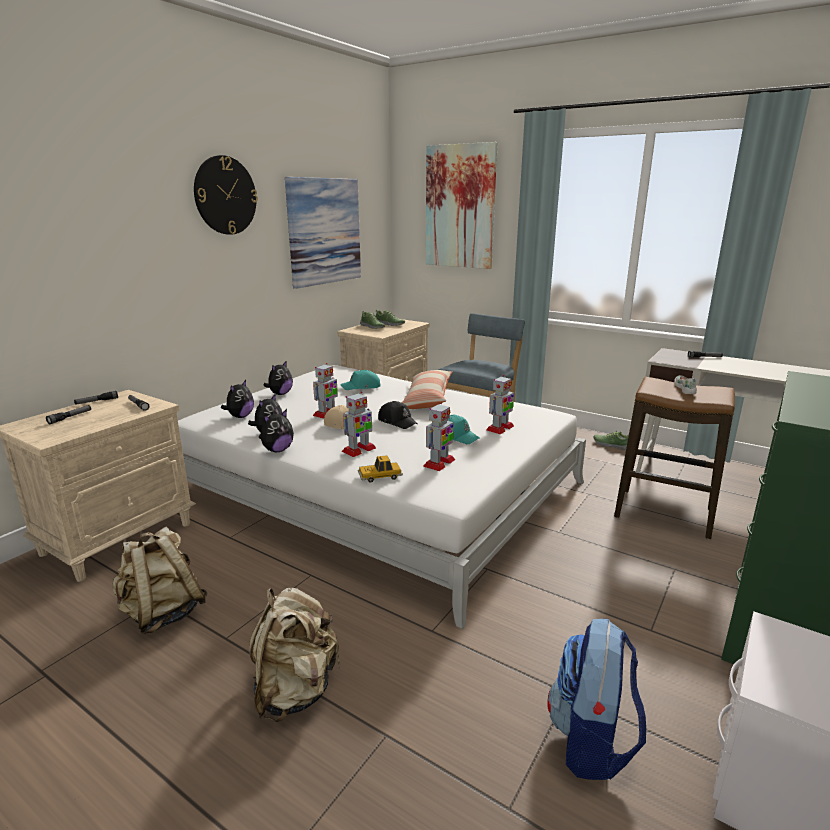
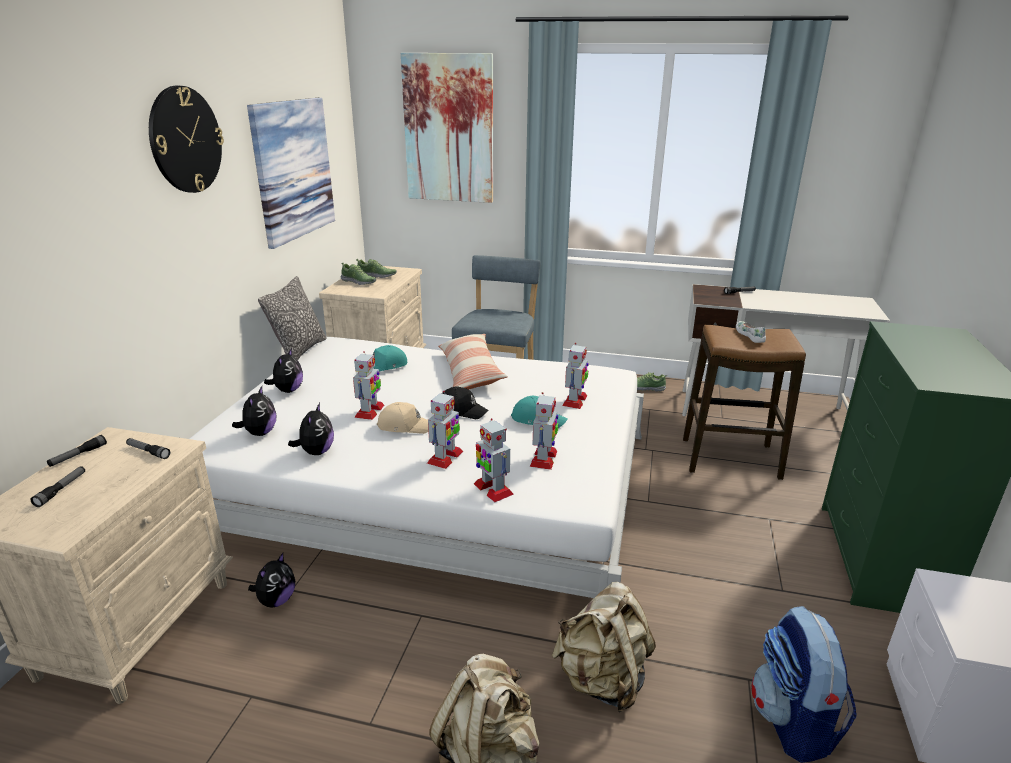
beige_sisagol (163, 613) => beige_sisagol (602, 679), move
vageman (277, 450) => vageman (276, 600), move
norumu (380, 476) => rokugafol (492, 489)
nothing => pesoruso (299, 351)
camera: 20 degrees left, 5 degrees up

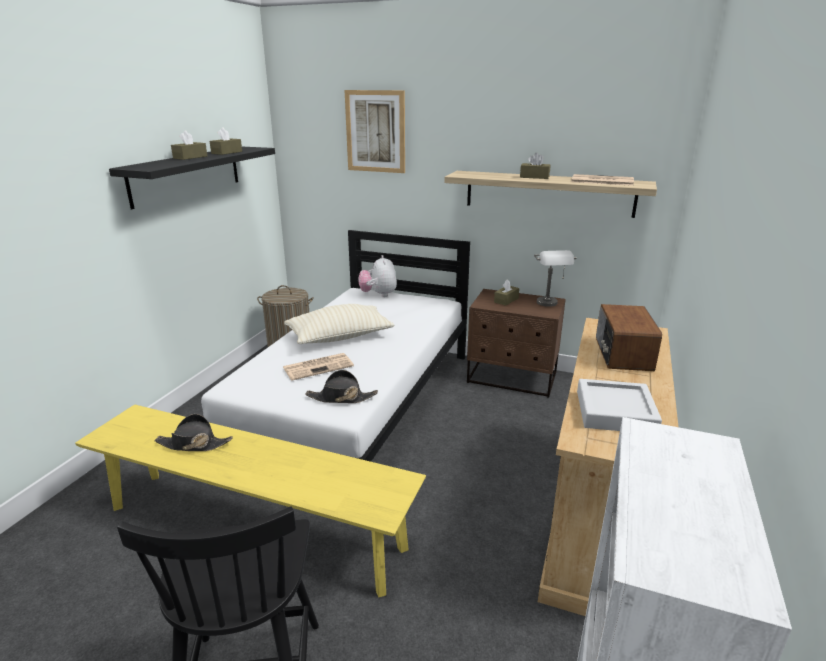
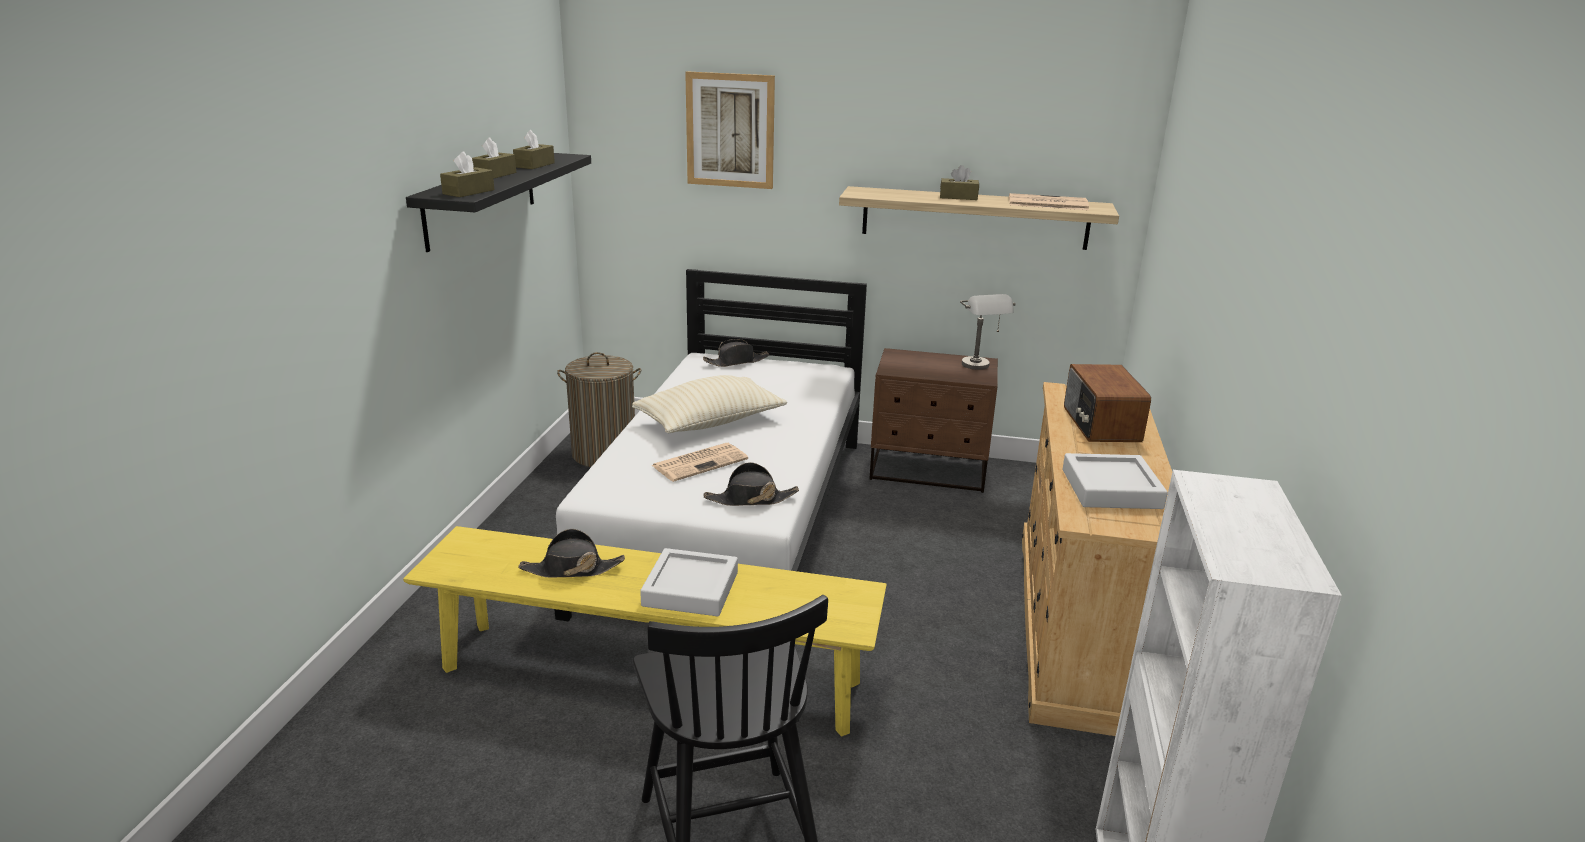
vageman (378, 294) => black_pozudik (736, 361)
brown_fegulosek (506, 300) => brown_fegulosek (468, 192), move
nothing => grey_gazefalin (690, 589)
camera: 10 degrees left, 0 degrees up

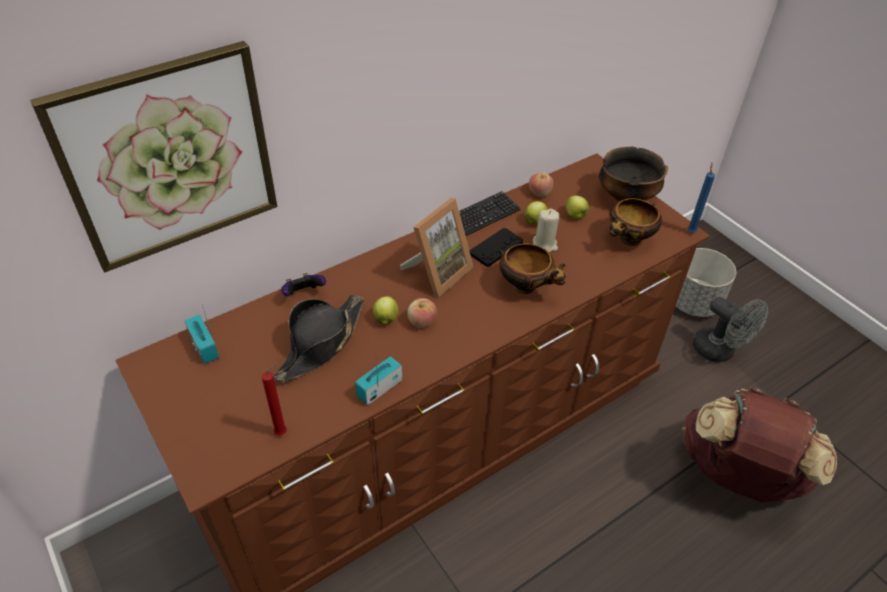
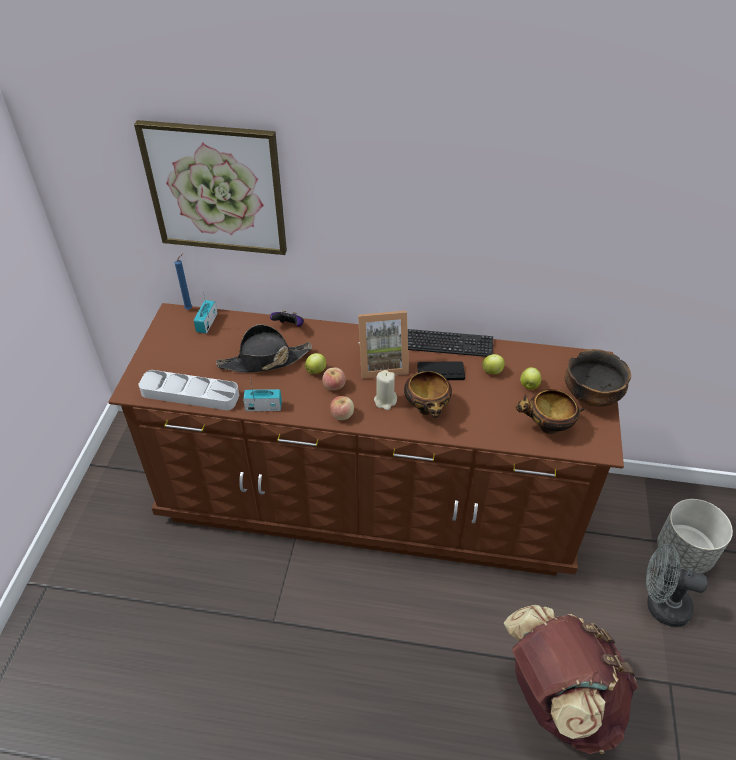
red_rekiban (283, 432) => grey_gazefalin (190, 394)
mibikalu (539, 193) => mibikalu (342, 415), move
beige_rekiban (545, 244) => beige_rekiban (385, 401), move
blue_rekiban (691, 231) => blue_rekiban (190, 309), move
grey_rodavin (719, 351) => grey_rodavin (660, 605), 105 degrees clockwise
camera: 45 degrees right, 0 degrees up

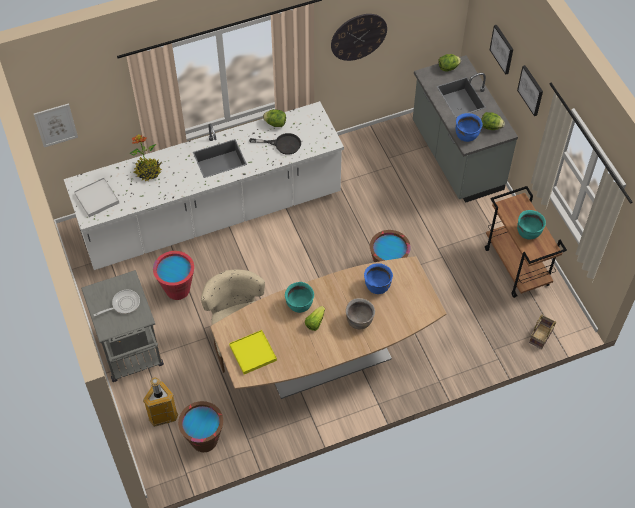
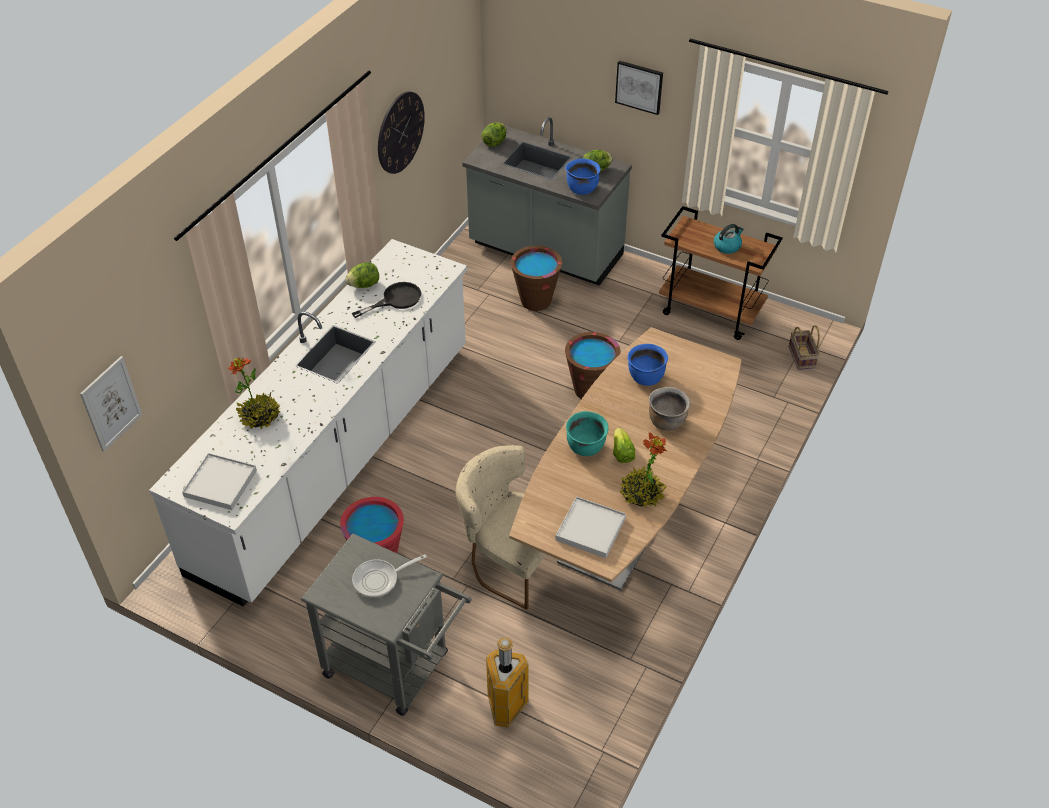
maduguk (123, 304) => maduguk (379, 580), 135 degrees counterclockwise
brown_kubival (204, 440) => brown_kubival (536, 300), move
yellow_gazefalin (253, 353) => white_gazefalin (590, 529)
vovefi (502, 49) => nothing
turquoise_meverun (528, 232) => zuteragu (727, 246)
nothing => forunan (641, 494)
camera: 40 degrees left, 10 degrees down

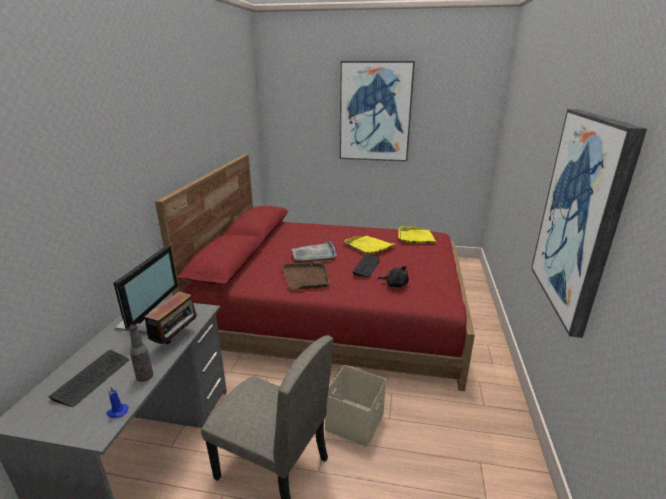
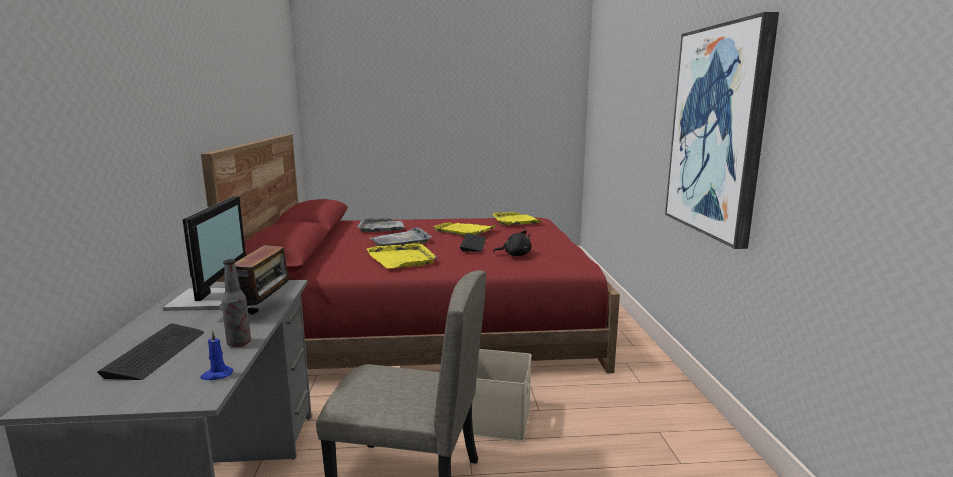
brown_gazefalin (306, 277) => yellow_gazefalin (402, 258)
vovefi (375, 112) => nothing
nothing => grey_gazefalin (382, 227)
camera: 15 degrees left, 10 degrees down

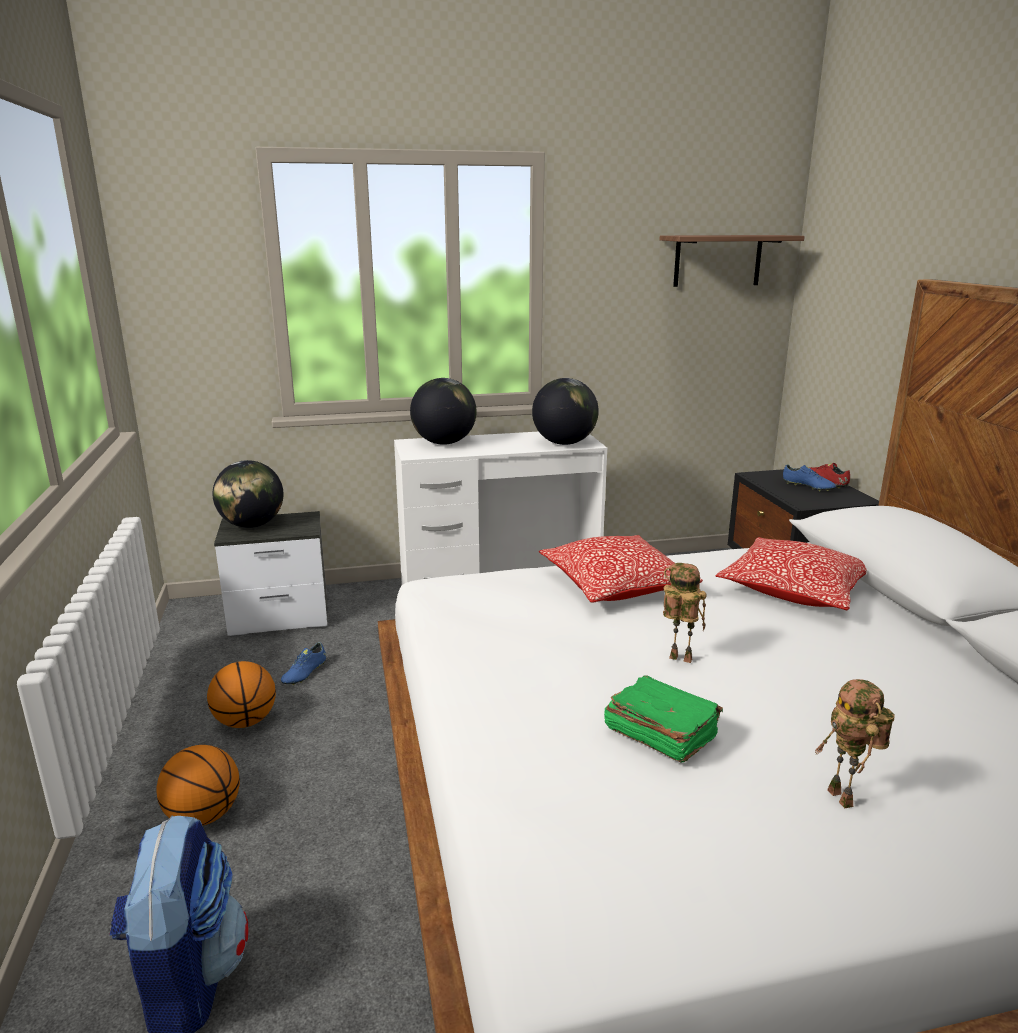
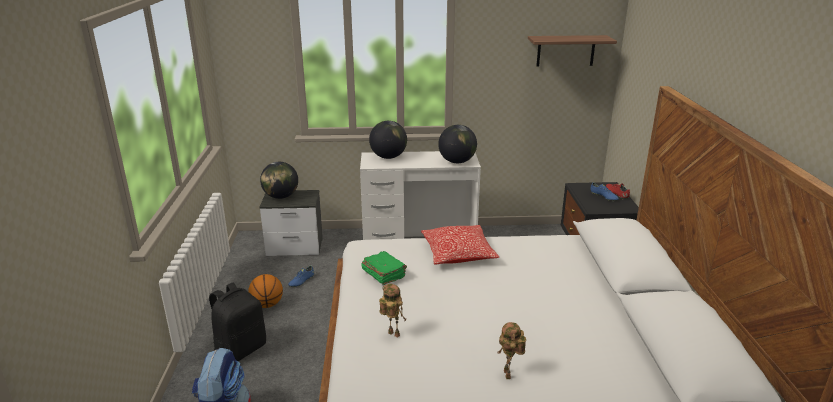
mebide (204, 815) => black_sisagol (241, 349)
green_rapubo (659, 733) => green_rapubo (383, 274), move
rokugafol (678, 659) => rokugafol (392, 334), move
pesoruso (795, 590) => nothing
camera: 10 degrees right, 5 degrees up

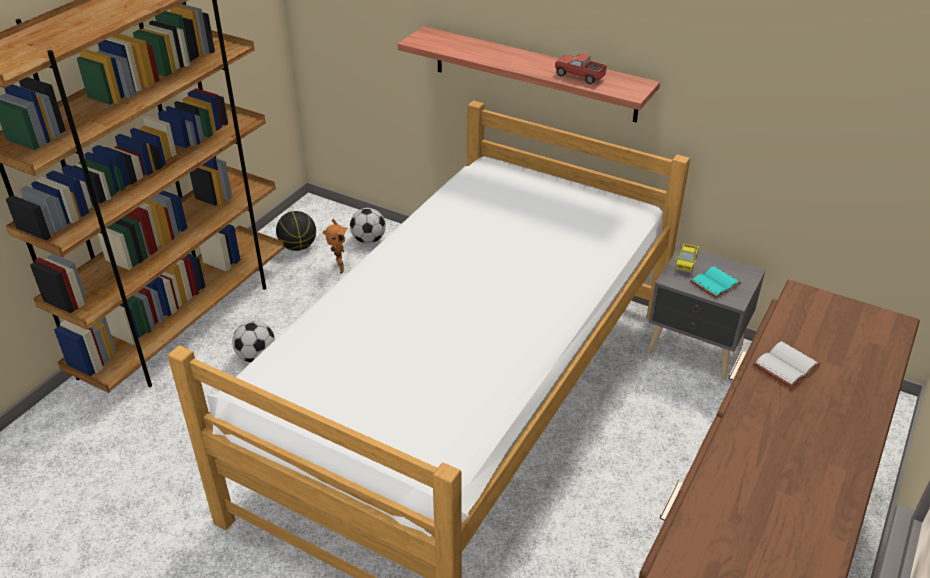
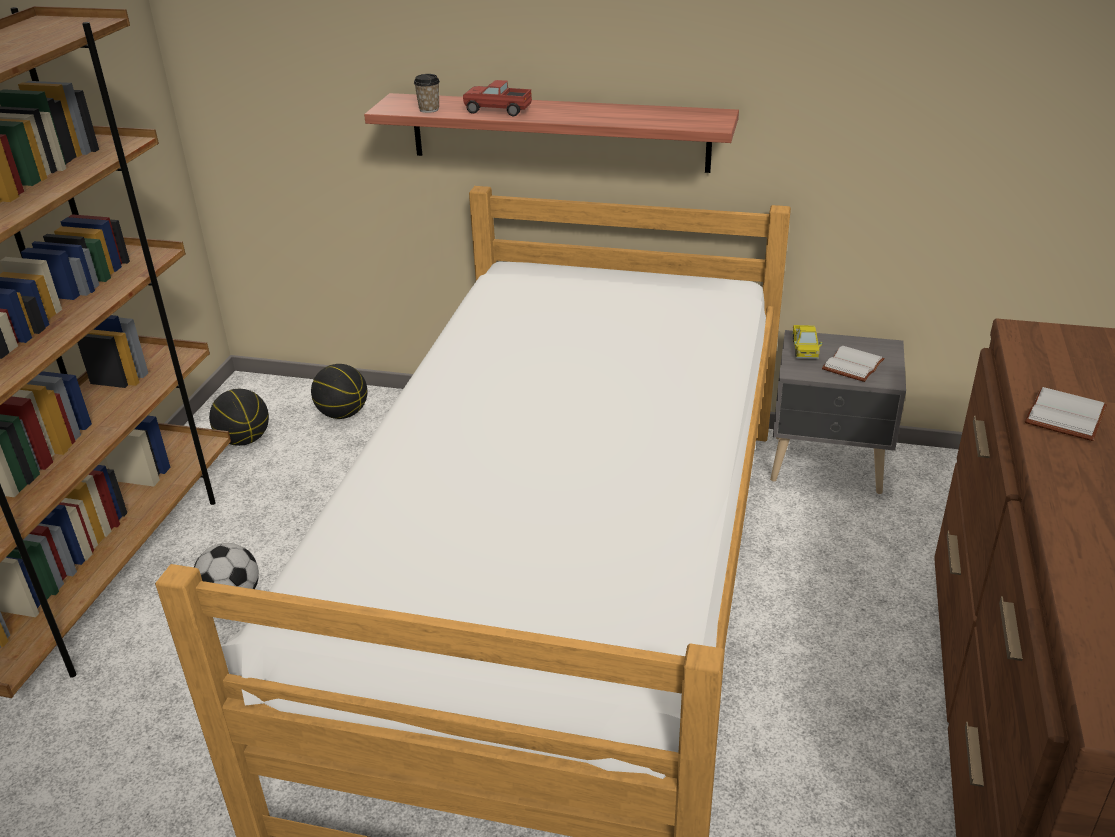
rokugafol (338, 269) => nothing
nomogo (368, 240) => mebide (343, 414)
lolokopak (579, 76) => lolokopak (498, 111), move
turquoise_rapubo (715, 284) => white_rapubo (854, 366)
nothing => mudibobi (429, 109)
camera: 15 degrees left, 5 degrees down

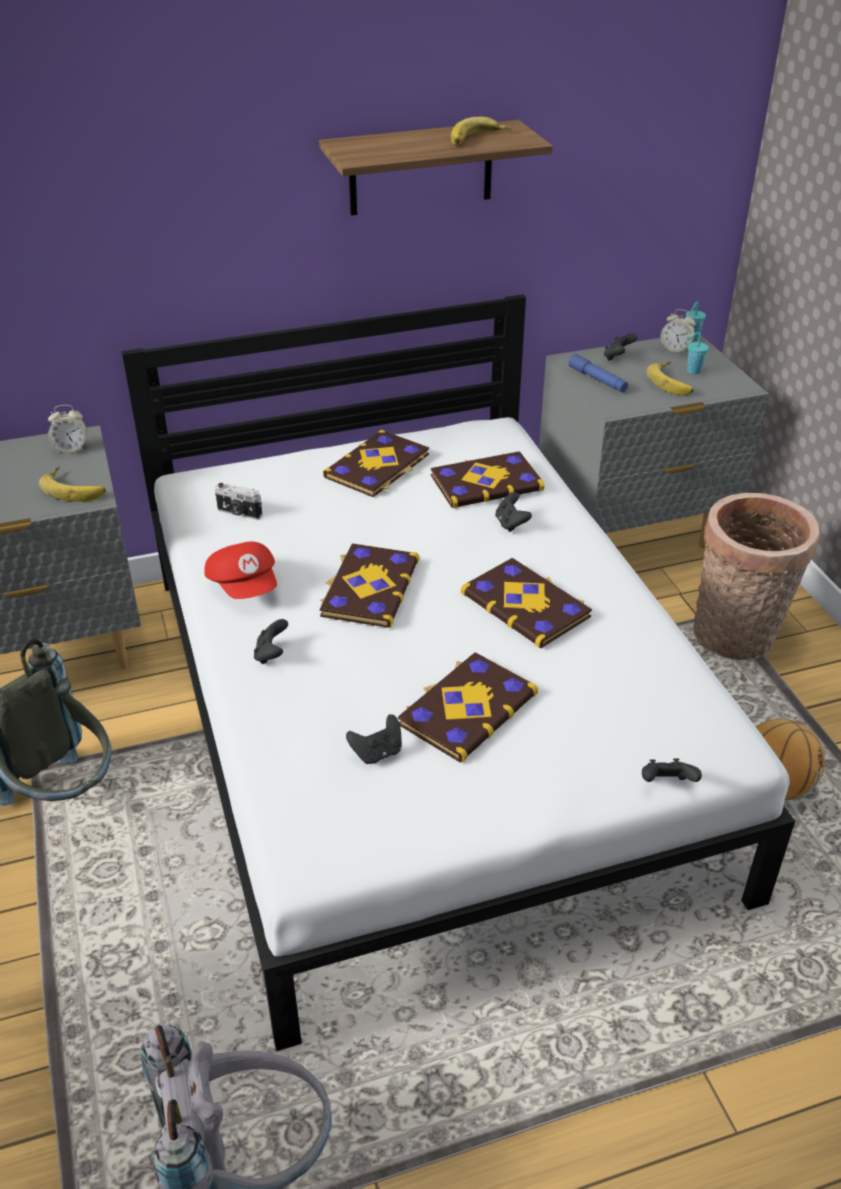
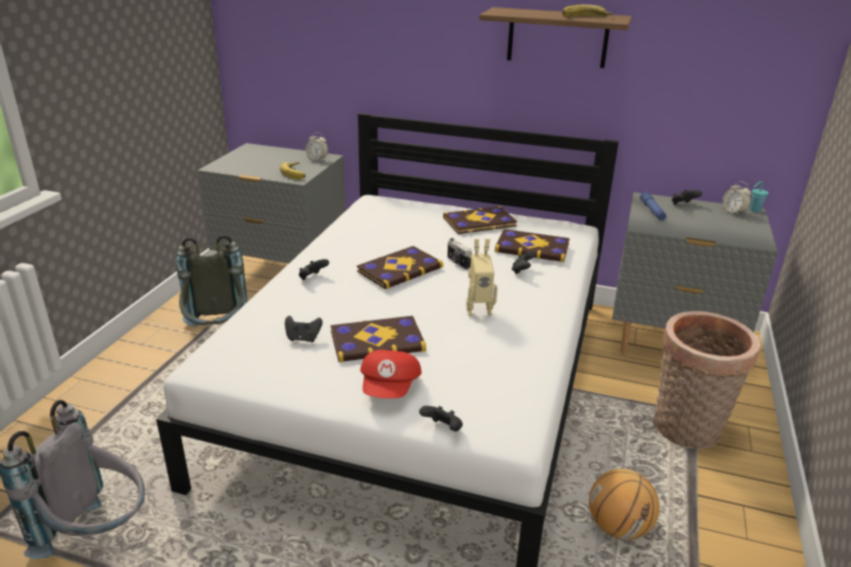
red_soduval (245, 586) => red_soduval (390, 388), move
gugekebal (239, 513) => gugekebal (458, 263), move
rapubo (526, 604) => rokugafol (478, 309)
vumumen (672, 382) => nothing
turquoise_mudibobi (693, 371) => nothing
camera: 35 degrees right, 10 degrees down

